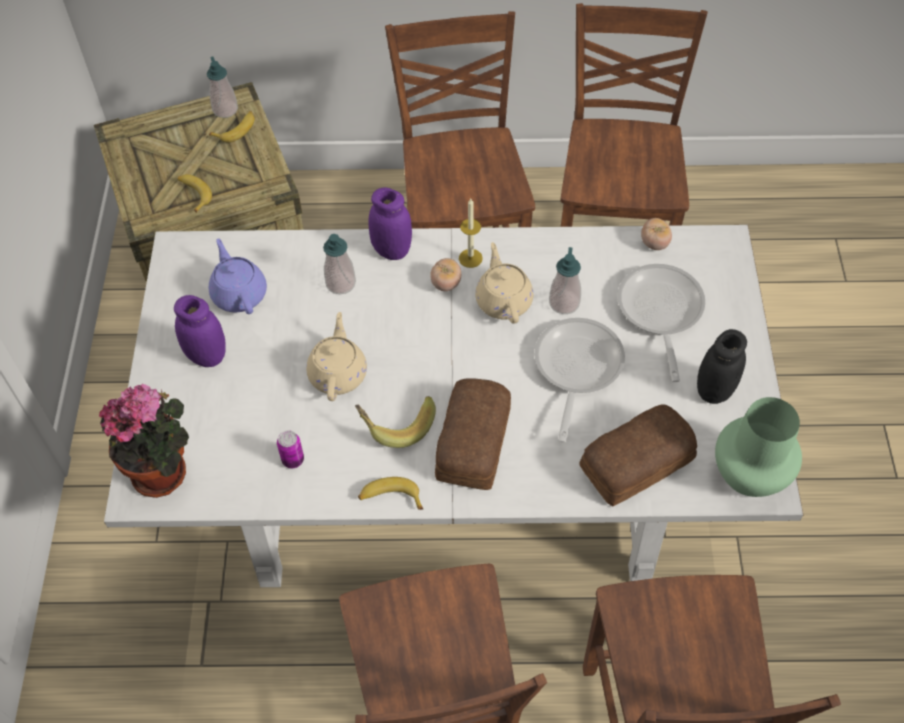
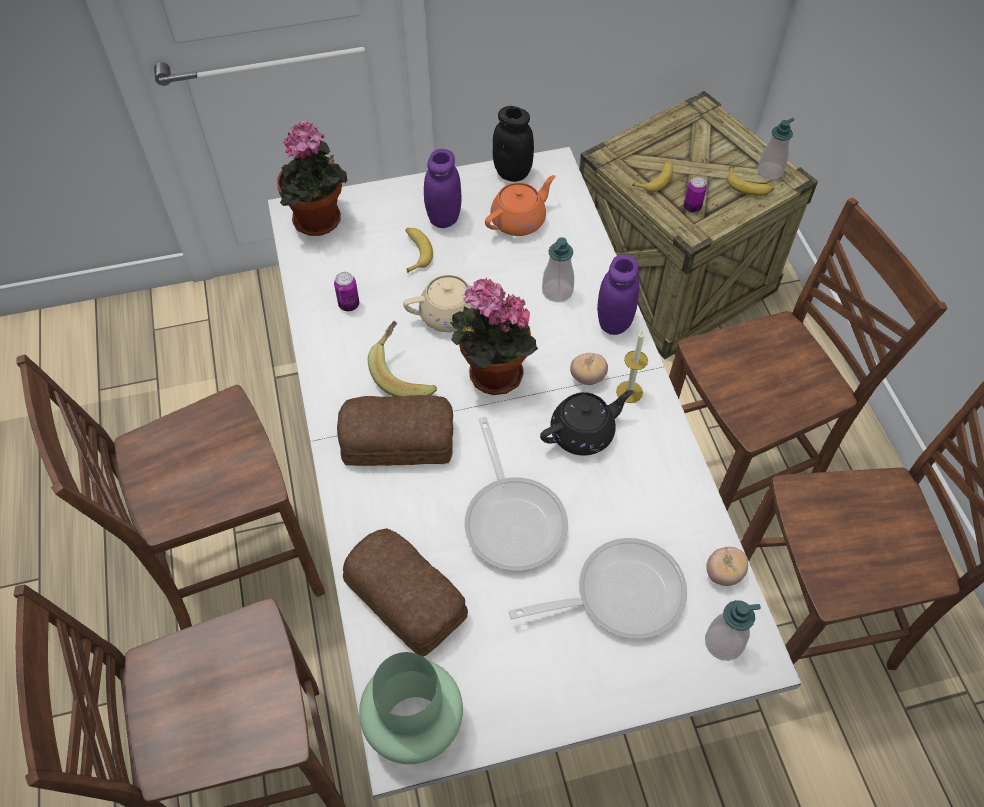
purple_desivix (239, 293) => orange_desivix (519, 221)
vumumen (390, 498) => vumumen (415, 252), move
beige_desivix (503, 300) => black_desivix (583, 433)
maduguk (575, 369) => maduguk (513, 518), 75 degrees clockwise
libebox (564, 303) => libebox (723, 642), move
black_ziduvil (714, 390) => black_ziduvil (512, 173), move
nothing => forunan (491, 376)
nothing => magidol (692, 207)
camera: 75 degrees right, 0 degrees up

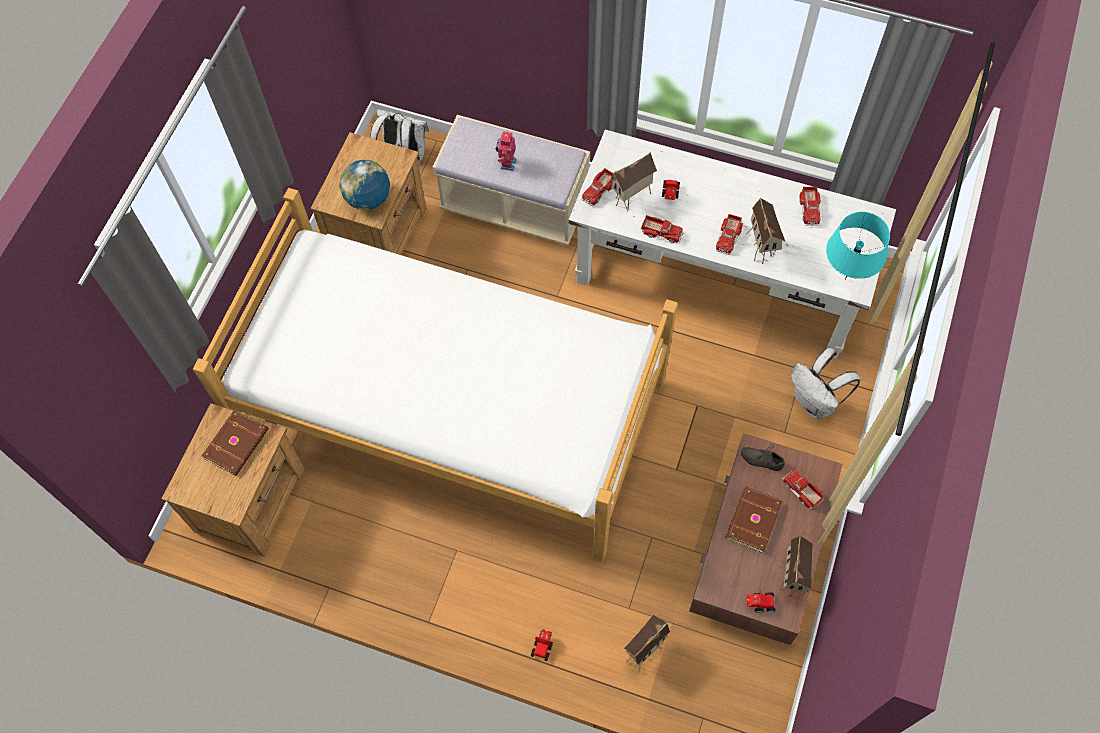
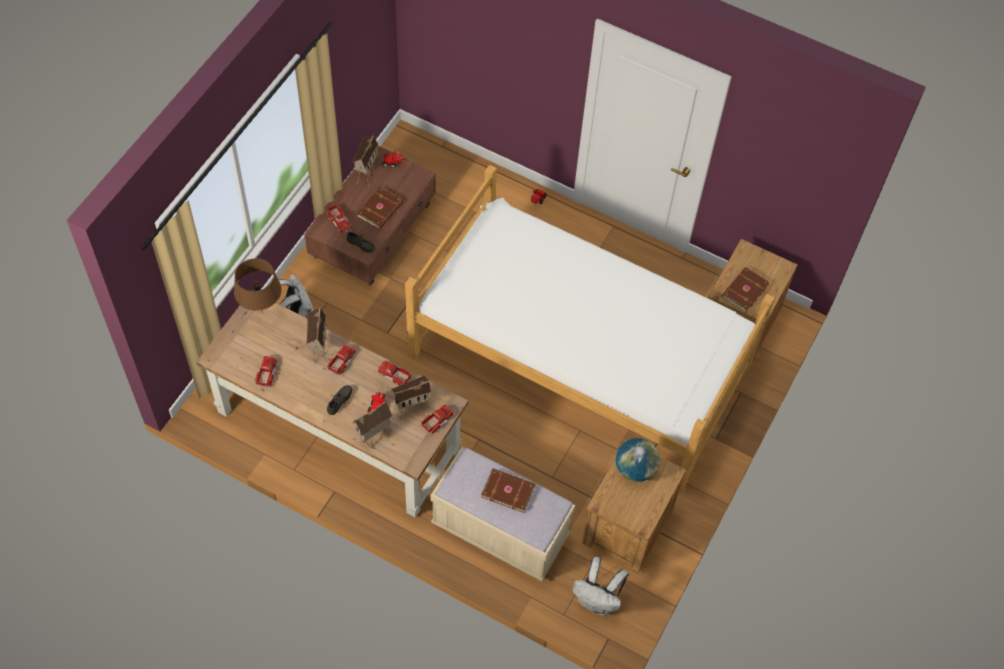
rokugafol (507, 163) => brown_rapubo (508, 490)
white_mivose (719, 278) => brown_mivose (337, 430)
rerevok (643, 650) => rerevok (374, 436), move
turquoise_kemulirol (845, 279) => brown_kemulirol (262, 313)
nothing => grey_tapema (340, 402)
camera: 175 degrees left, 5 degrees down

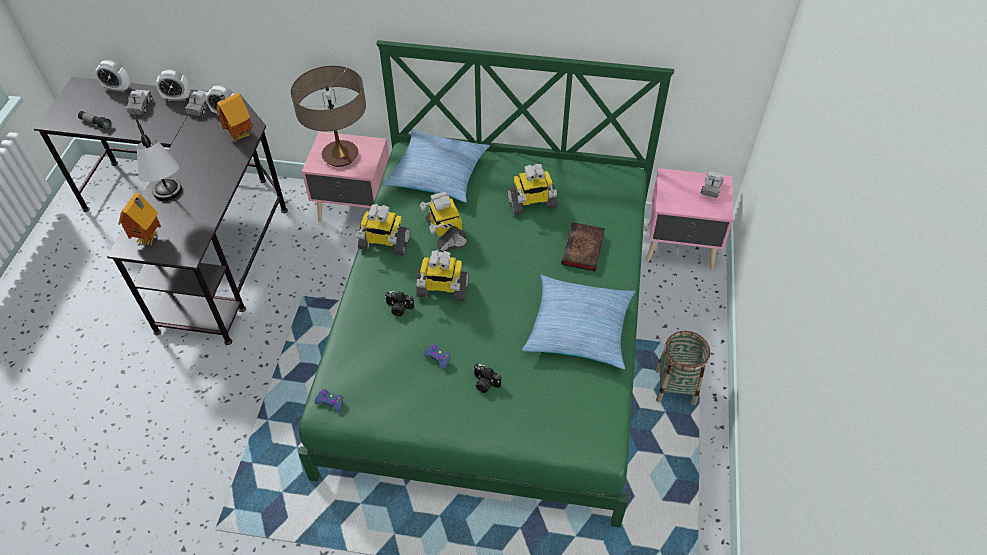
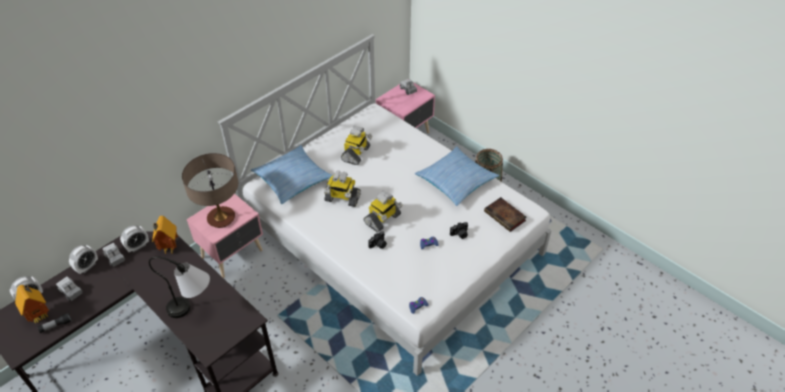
rerevok (150, 239) => rerevok (40, 315), move
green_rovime (492, 336) => white_rovime (391, 240)
rokugafol (384, 243) => nothing
rapubo (583, 250) => rapubo (505, 216), move
camera: 55 degrees left, 5 degrees down

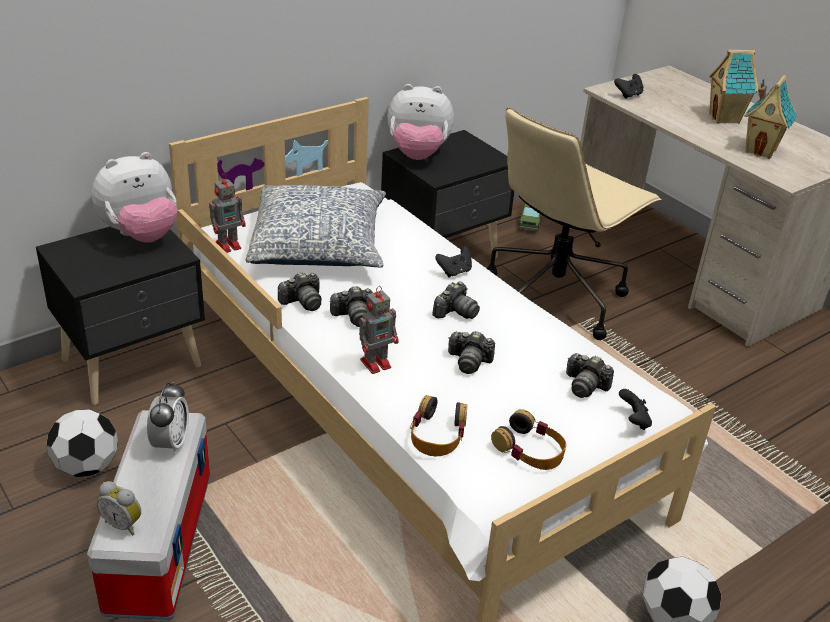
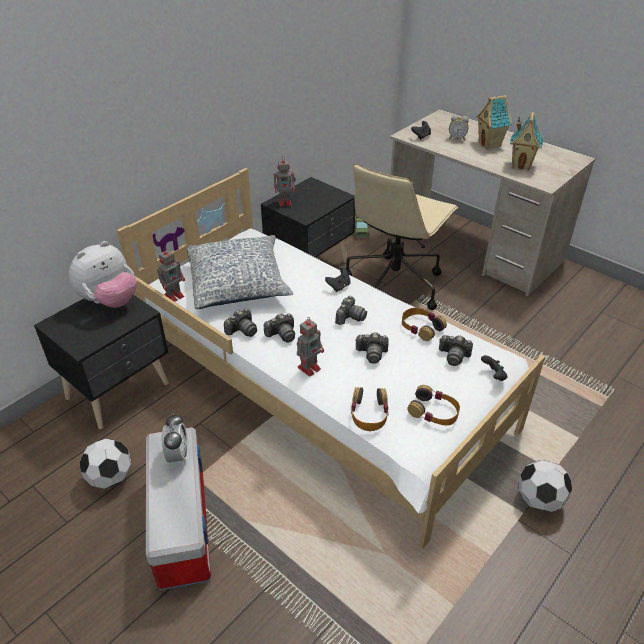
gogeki (124, 524) => gogeki (457, 138), move
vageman (417, 155) => rokugafol (285, 202)
nothing => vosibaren (421, 327)
camera: 10 degrees left, 5 degrees up

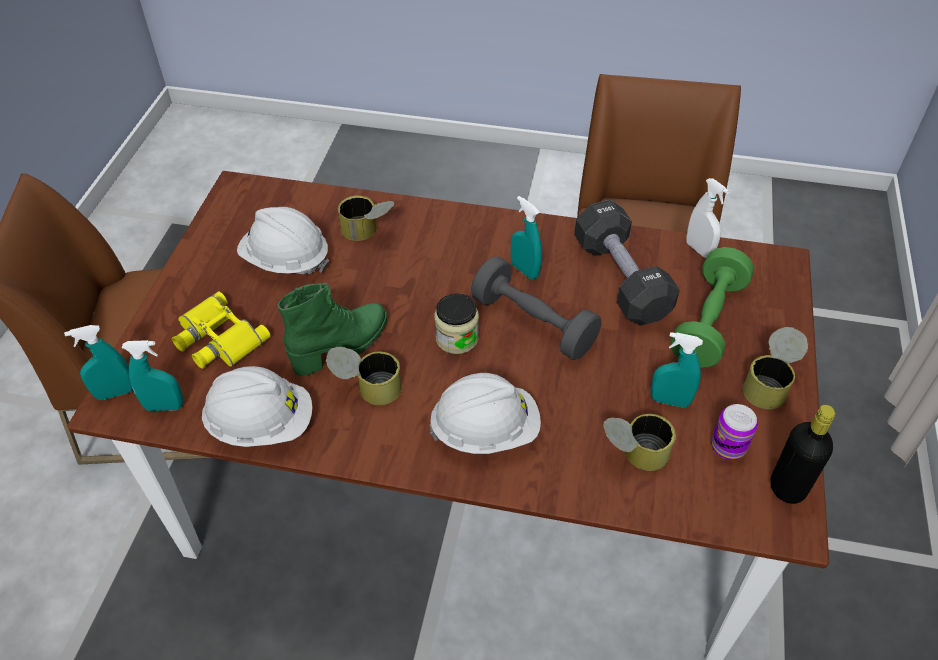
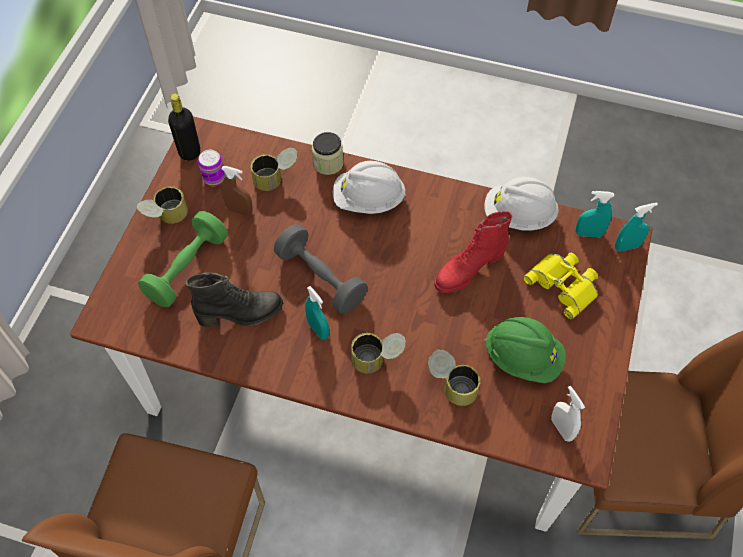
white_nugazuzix (286, 260) => green_nugazuzix (523, 358)
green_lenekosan (341, 346) => red_lenekosan (468, 270)
magidol (367, 388) => magidol (377, 359), move
ziduvil (457, 338) => ziduvil (328, 163), move
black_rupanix (621, 279) => black_lenekosan (240, 314)
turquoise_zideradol (670, 401) => brown_zideradol (239, 210)
white_zideradol (699, 249) => white_zideradol (561, 428), move
camera: 175 degrees left, 10 degrees up

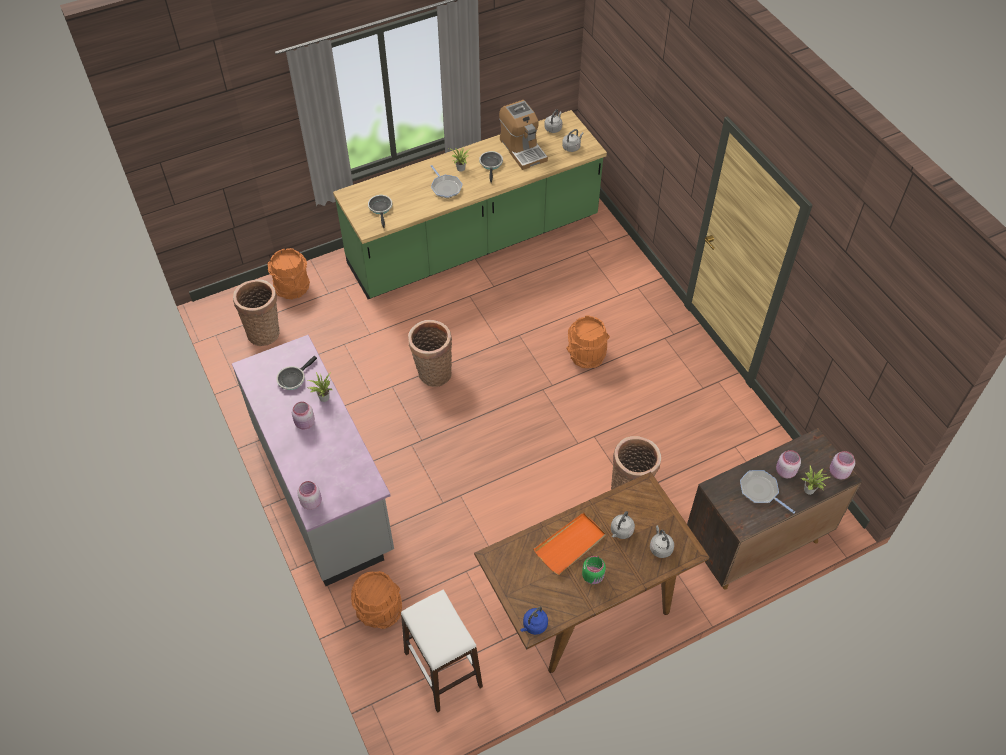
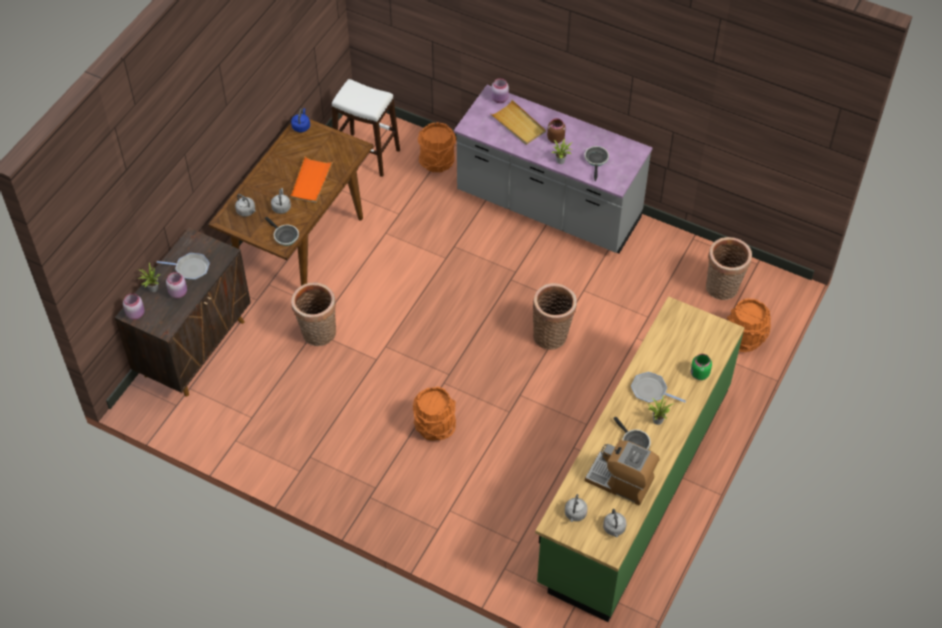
pink_ziduvil (305, 423) => brown_ziduvil (555, 138)
maduguk (381, 209) => maduguk (284, 236), move
green_ziduvil (593, 576) => green_ziduvil (699, 374), move
nothing => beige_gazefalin (518, 124)
camera: 145 degrees right, 0 degrees up

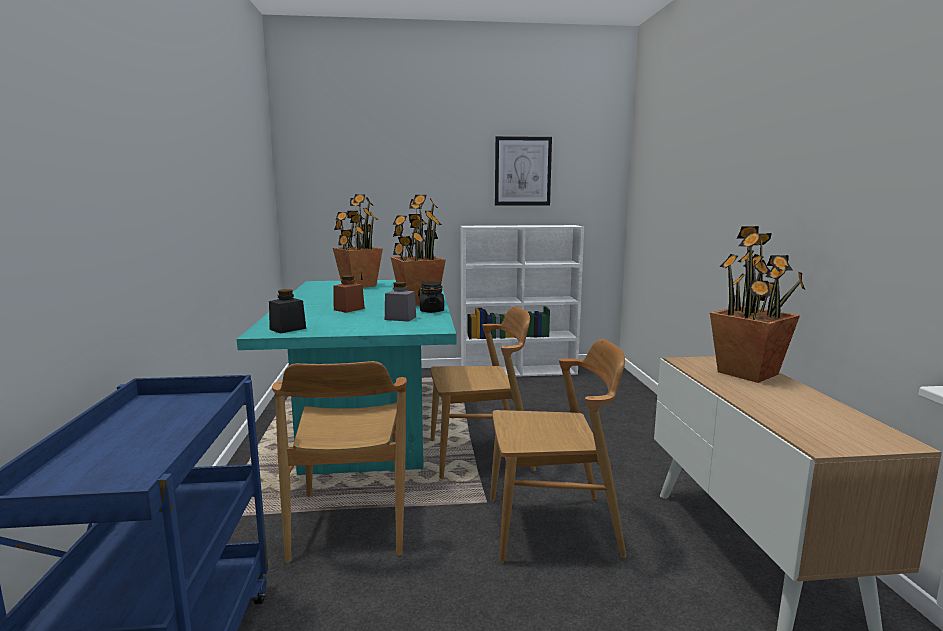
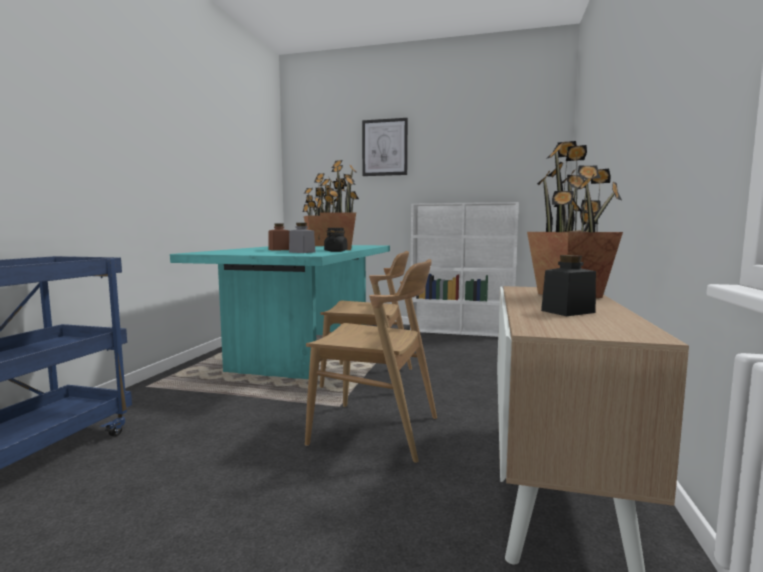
black_ziduvil (288, 329) => black_ziduvil (568, 311), move
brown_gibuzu (350, 523) => nothing
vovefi (522, 171) => vovefi (384, 147), move
camera: 20 degrees right, 5 degrees down

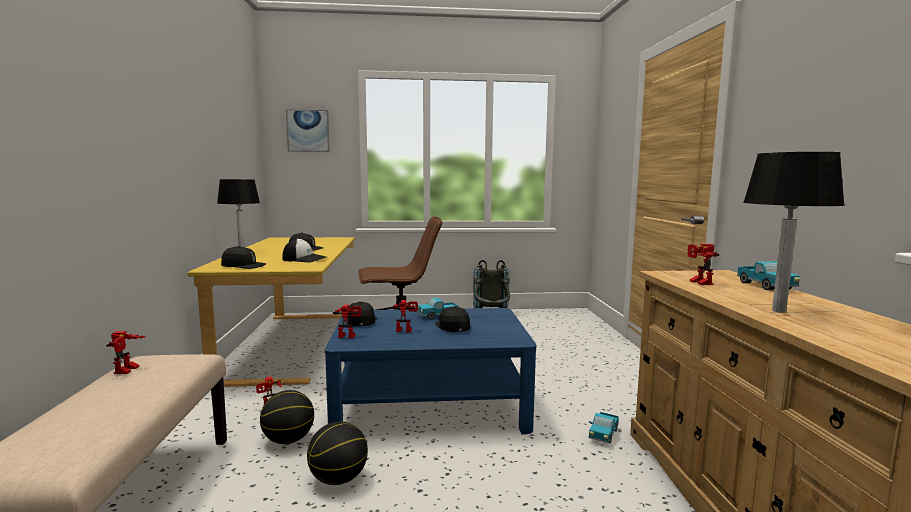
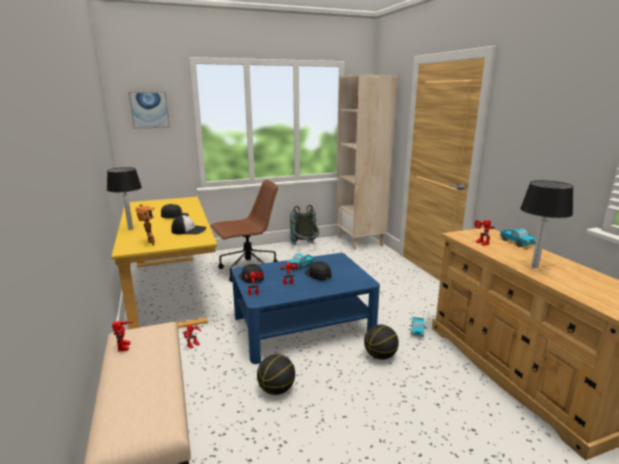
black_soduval (243, 266) => rokugafol (149, 244)
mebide (289, 440) => mebide (380, 356), move
nothing => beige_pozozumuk (360, 241)
camera: 15 degrees left, 10 degrees up

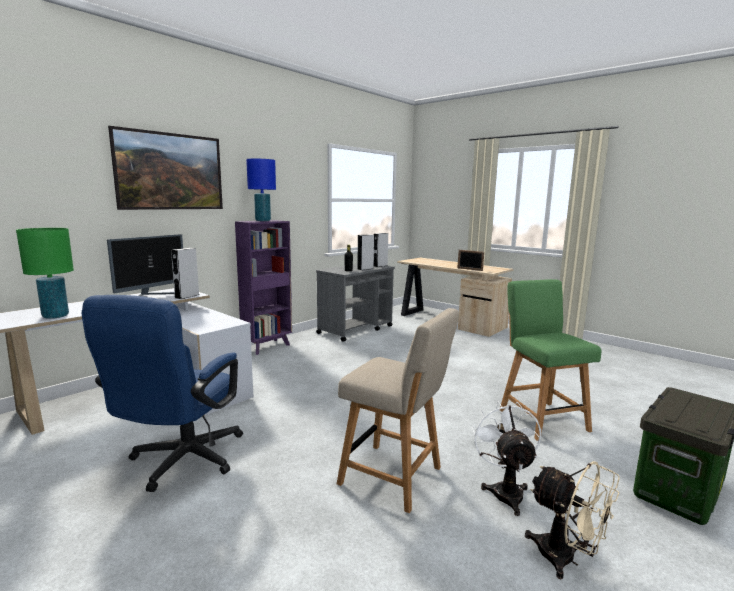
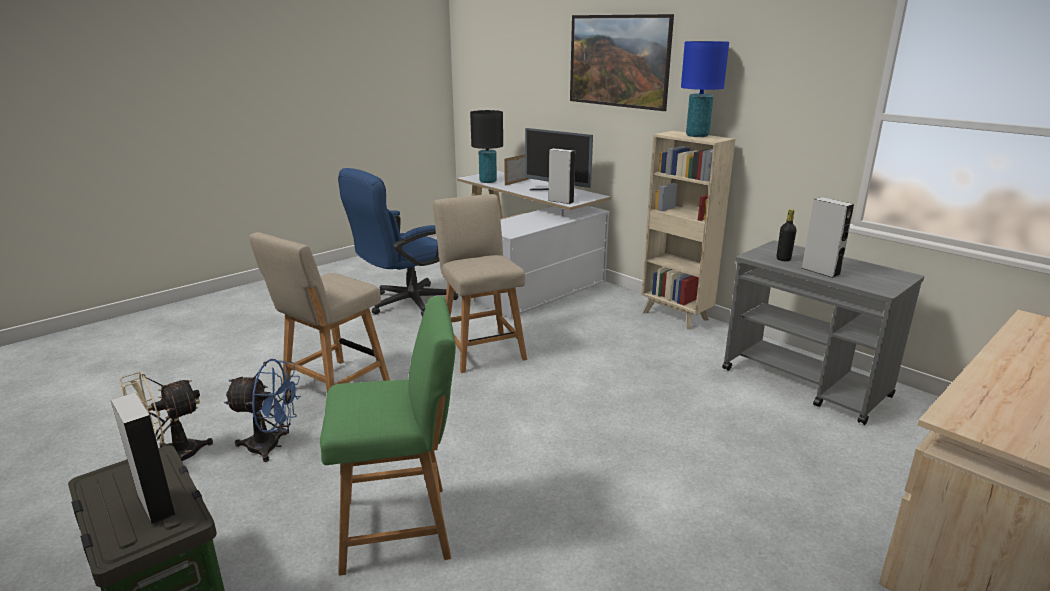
green_kemulirol (55, 316) => black_kemulirol (488, 181)
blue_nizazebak (181, 463) => blue_nizazebak (404, 304), 60 degrees counterclockwise
purple_pozozumuk (268, 346) => beige_pozozumuk (676, 316)
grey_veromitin (380, 266) => grey_veromitin (156, 505), move
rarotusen (469, 269) => rarotusen (517, 182), move
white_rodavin (505, 490) => blue_rodavin (272, 446)
nothing => beige_gibuzu (481, 349)
camera: 95 degrees right, 10 degrees up

